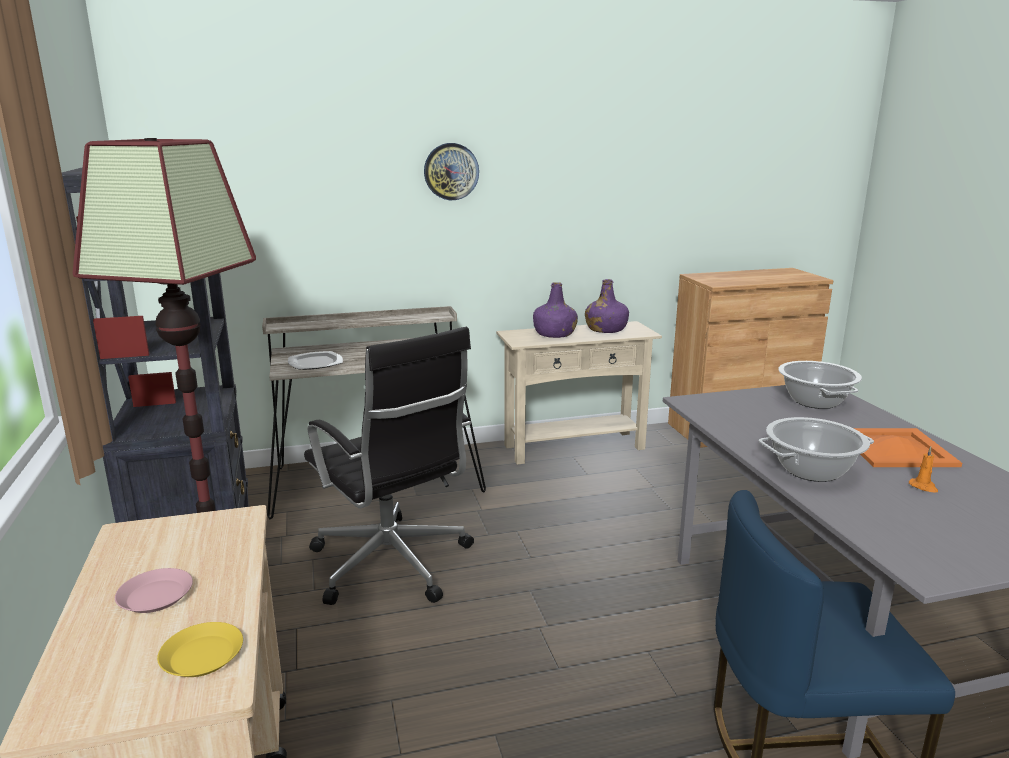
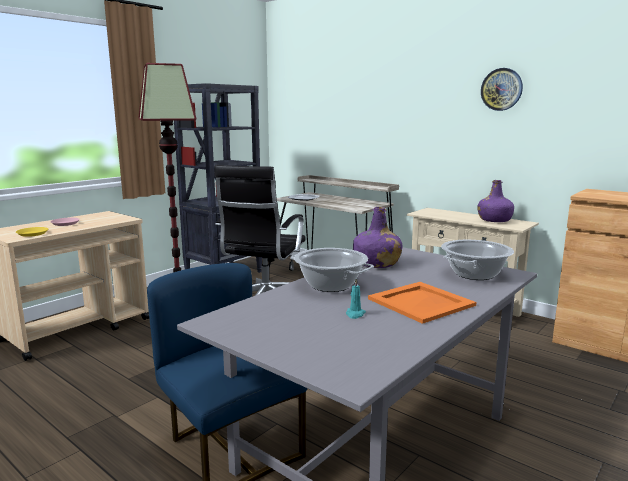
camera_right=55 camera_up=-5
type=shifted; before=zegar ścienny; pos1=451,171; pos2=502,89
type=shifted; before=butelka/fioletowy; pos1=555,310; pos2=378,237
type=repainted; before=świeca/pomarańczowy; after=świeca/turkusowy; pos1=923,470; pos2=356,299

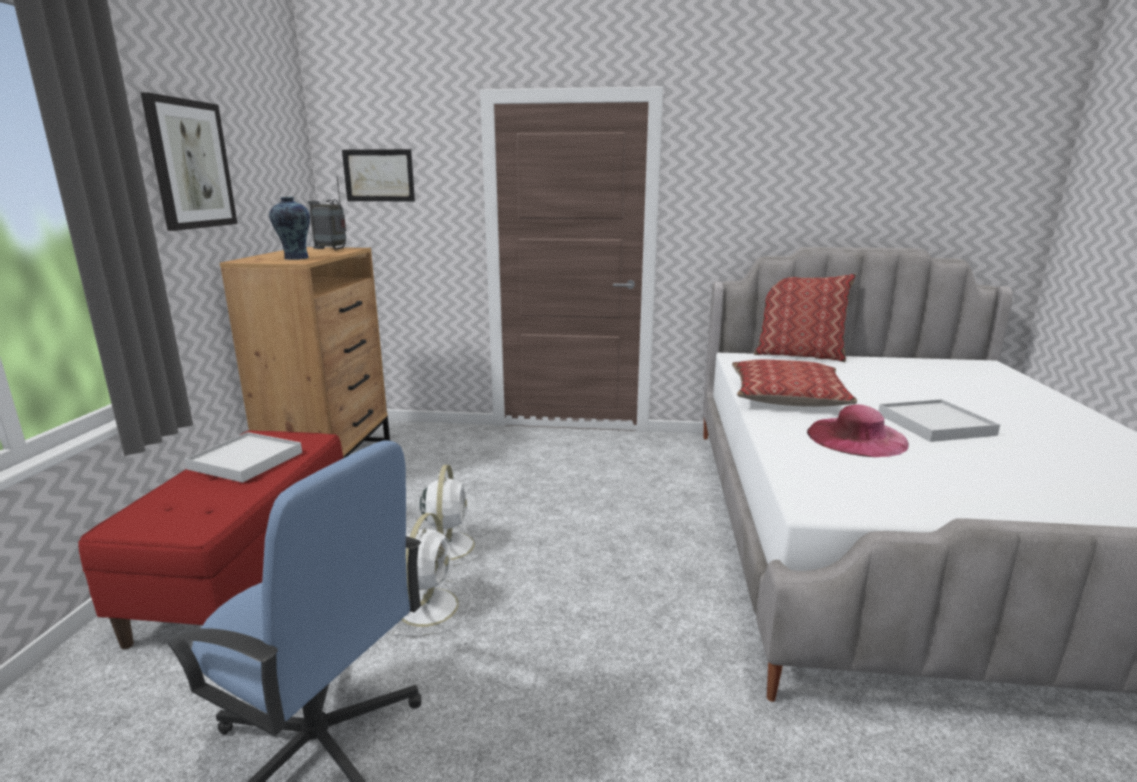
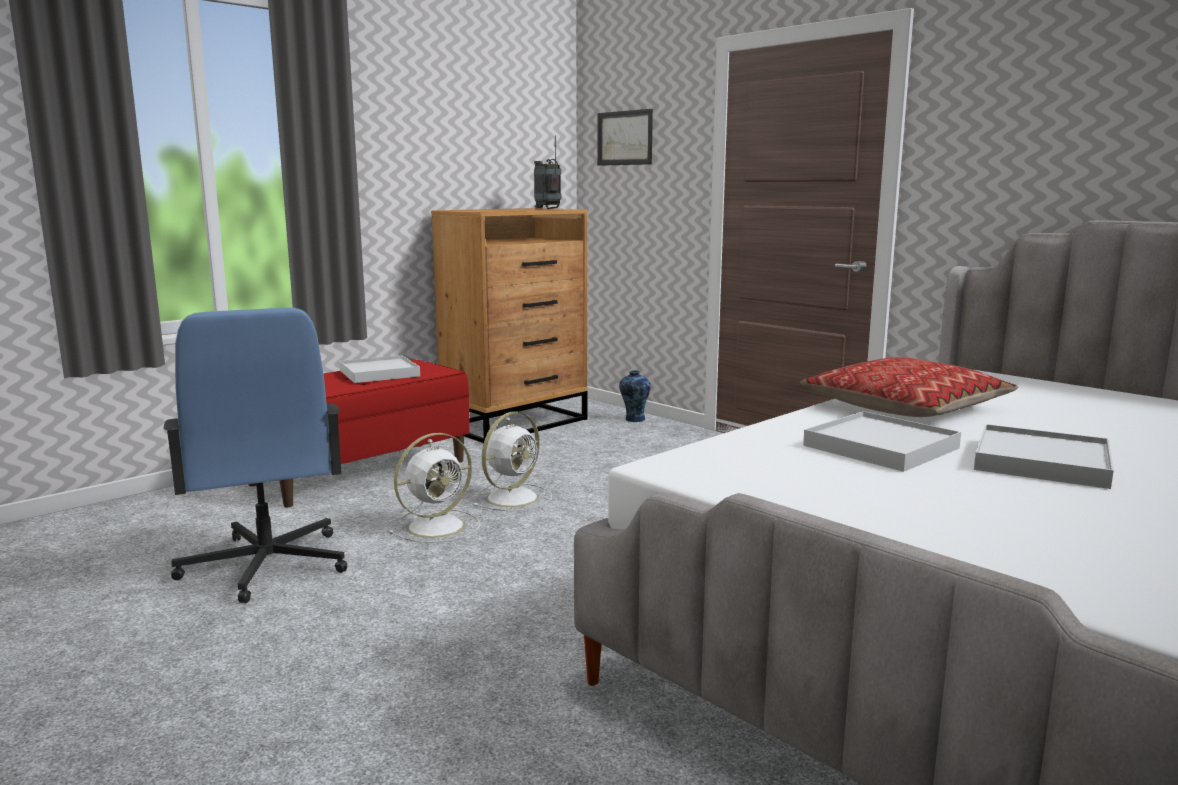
camera_right=40 camera_up=-5
type=gone; before=obraz; pos1=189,161
type=gone; before=poduszka; pos1=805,318
type=shifted; before=wazon; pos1=289,228; pos2=635,396
type=swapped; before=kapelusz/różowy; after=taca/biały; pos1=858,430; pos2=882,441

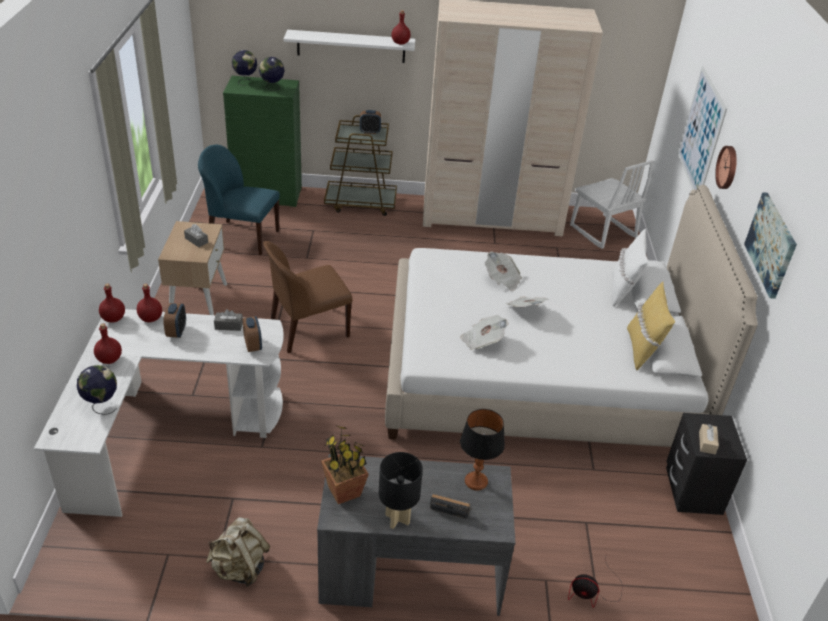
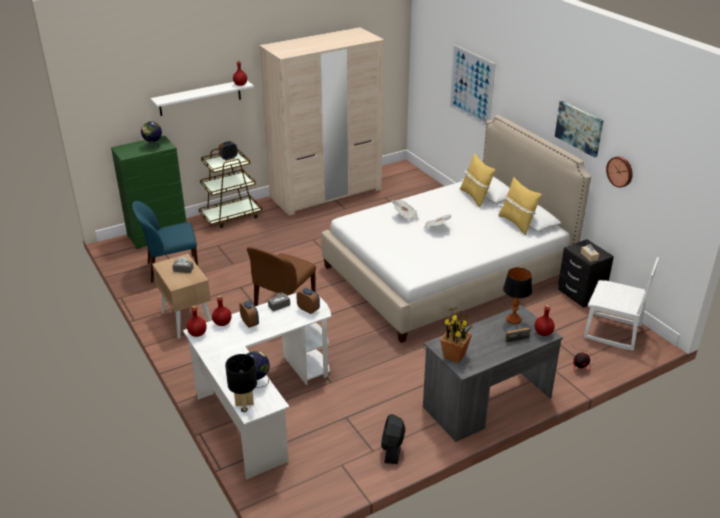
camera_right=-30 camera_up=-5
type=gone; before=globus; pos1=244,68
type=gone; before=gazeta; pos1=484,332
type=shifted; before=butelka/czerwony; pos1=108,343; pos2=545,320
type=shifted; before=lampa stołowa/czarny; pos1=401,490; pos2=241,382
type=shifted; before=krzesło/biały; pos1=612,204; pos2=621,303
type=shifted; before=zegar ścienny; pos1=726,167; pos2=619,172
type=swapped; before=plecak/beżowy; after=wentylator/czarny; pos1=238,552; pos2=393,439
type=repainted; before=poduszka/biały; after=poduszka/żółty; pos1=630,268; pos2=477,180

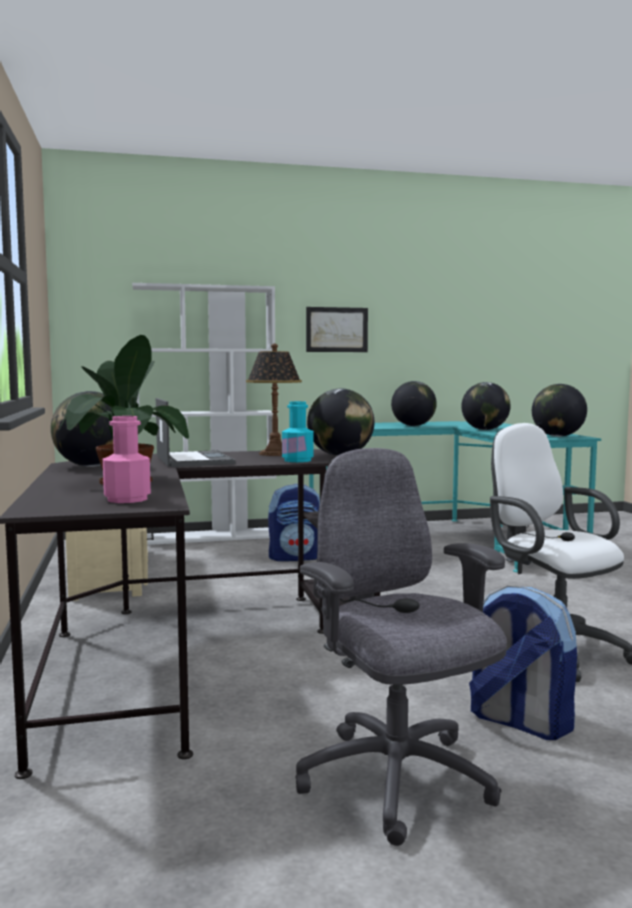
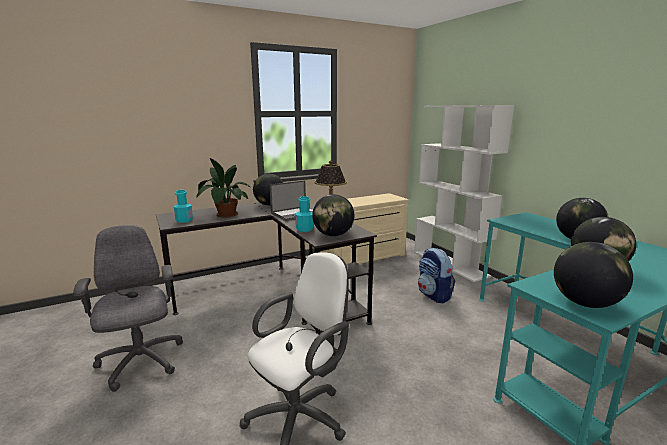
camera_right=75 camera_up=10
type=gone; before=obraz; pos1=337,329
type=gone; before=plecak; pos1=523,663
type=repainted; before=butelka/różowy; after=butelka/turkusowy; pos1=127,459; pos2=183,206
type=rotated; before=krzesło biurowe/szary; pos1=401,647; pos2=128,308; turn=-75

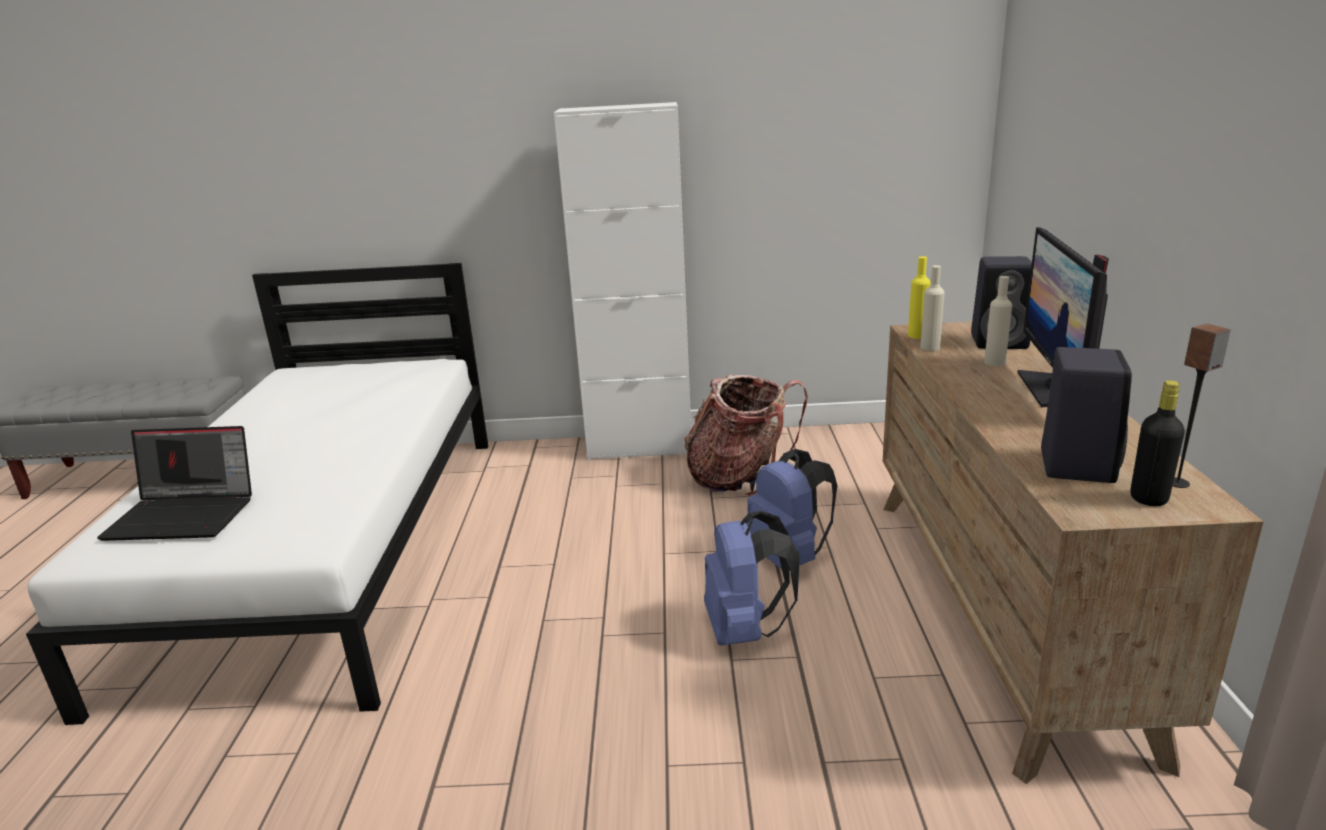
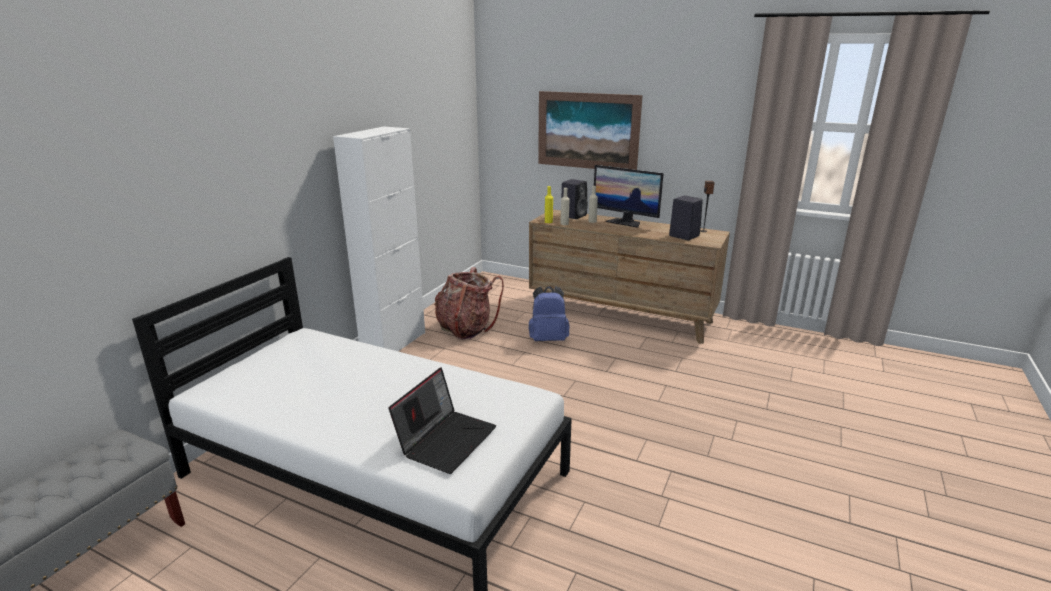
camera_right=-65 camera_up=0
type=gone; before=plecak/niebieski; pos1=752,578
type=gone; before=butelka/czarny; pos1=1157,443
type=new; after=obraz; pos2=590,130

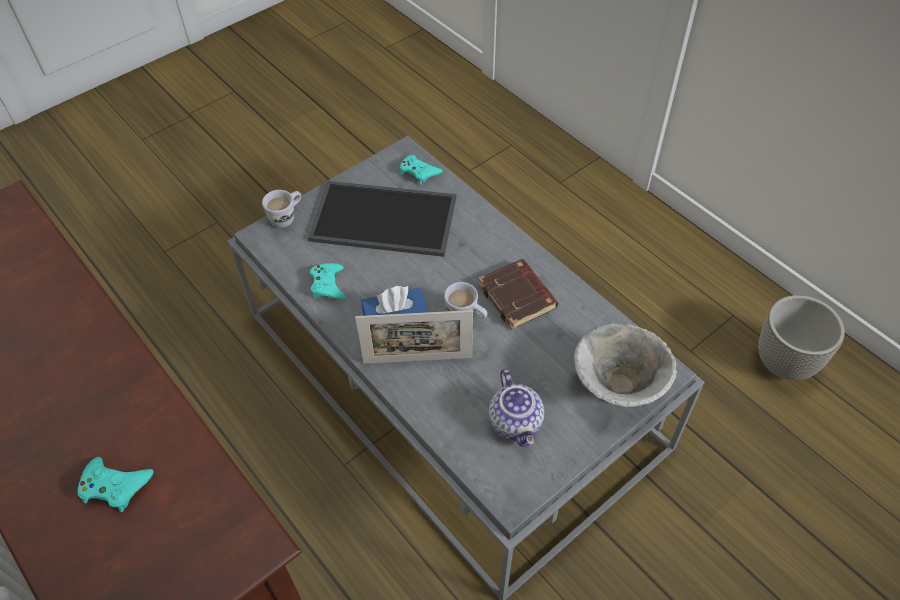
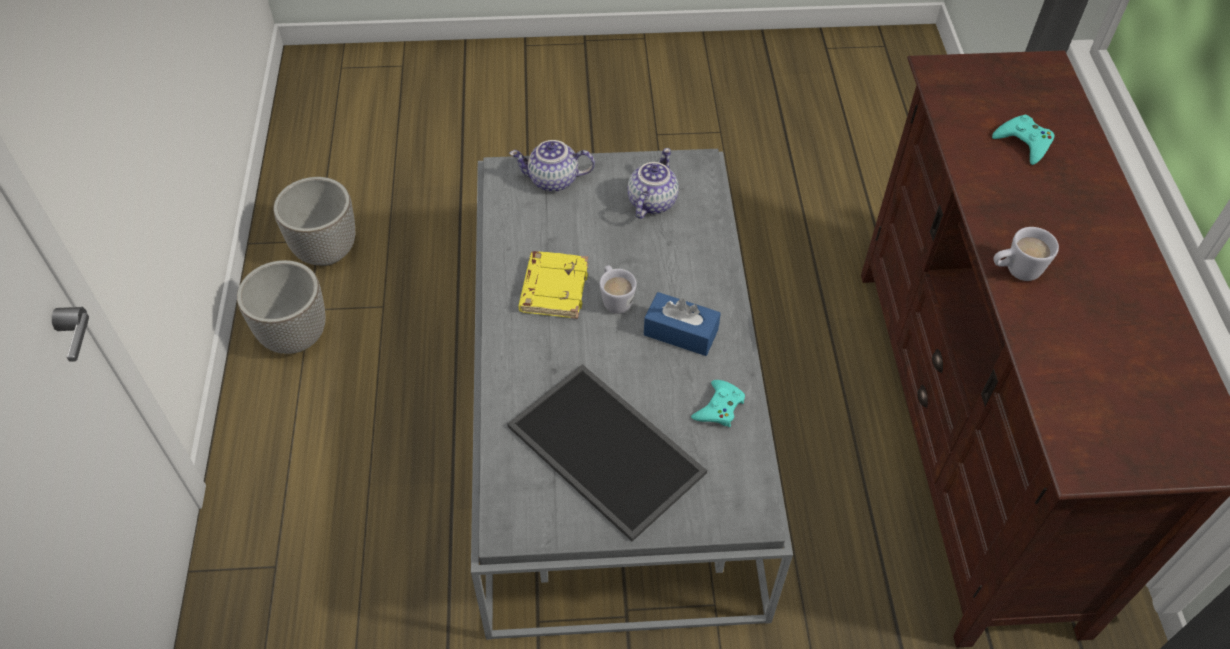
camera_right=-145 camera_up=0
type=gone; before=ramka na zdjęcie; pos1=414,337
type=gone; before=pad do gier/turkusowy; pos1=421,170
type=new; after=donica; pos2=281,307
type=shifted; before=kubek/biały; pos1=281,209; pos2=1026,254
type=swapped; before=miska; after=imbryk; pos1=625,365; pos2=552,166
type=repainted; before=książka/brązowy; after=książka/żółty; pos1=518,294; pos2=553,285

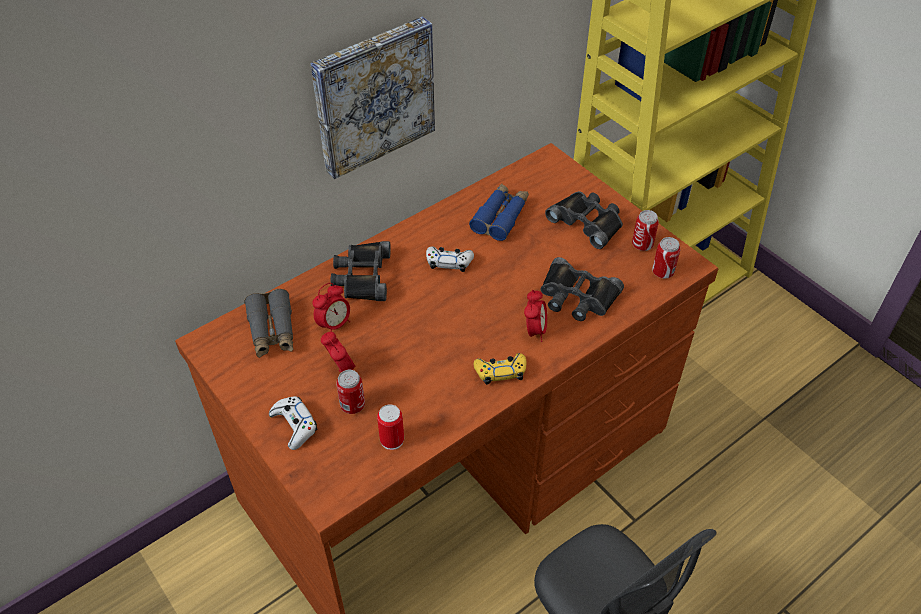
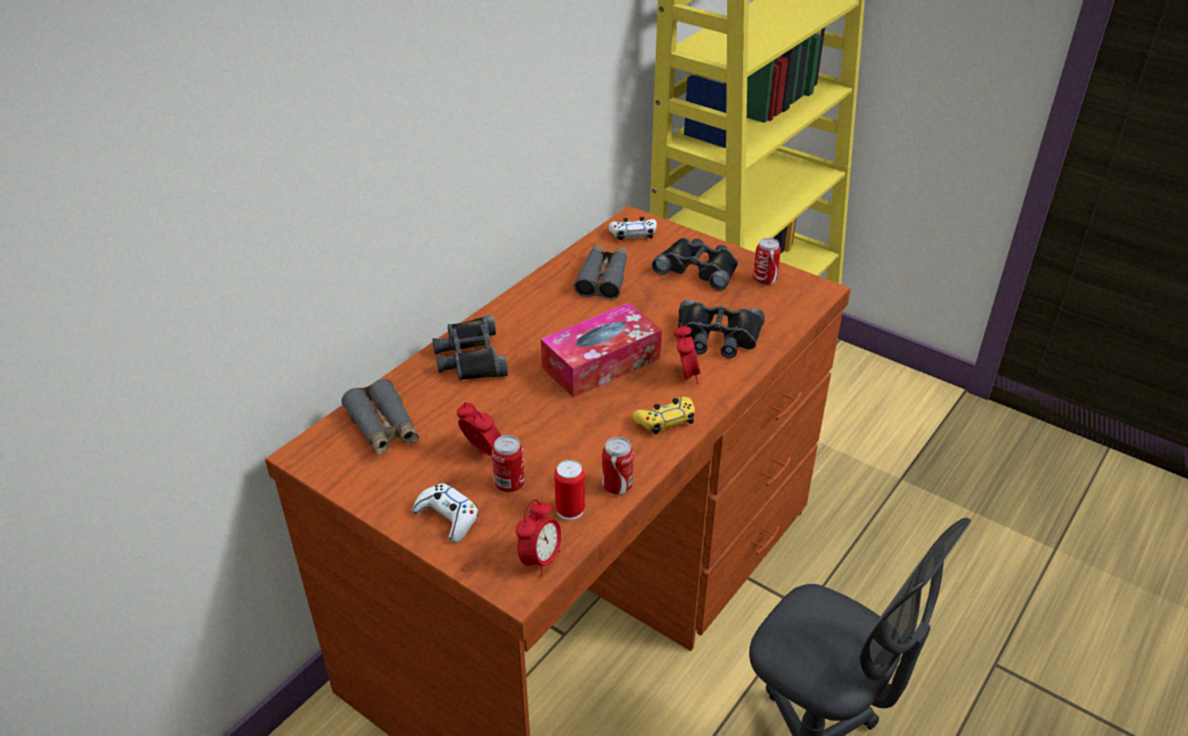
camera_right=-15 camera_up=-10
type=gone; before=obraz; pos1=372,98
type=new; after=pudełko chusteczek; pos2=601,350
type=shifted; before=budzik; pos1=331,307; pos2=538,537
type=shifted; before=pad do gier/biały; pos1=450,259; pos2=633,228
type=shifted; before=puszka; pos1=666,257; pos2=618,465
type=repainted; before=lornetka/niebieski; after=lornetka/szary; pos1=499,212; pos2=600,272

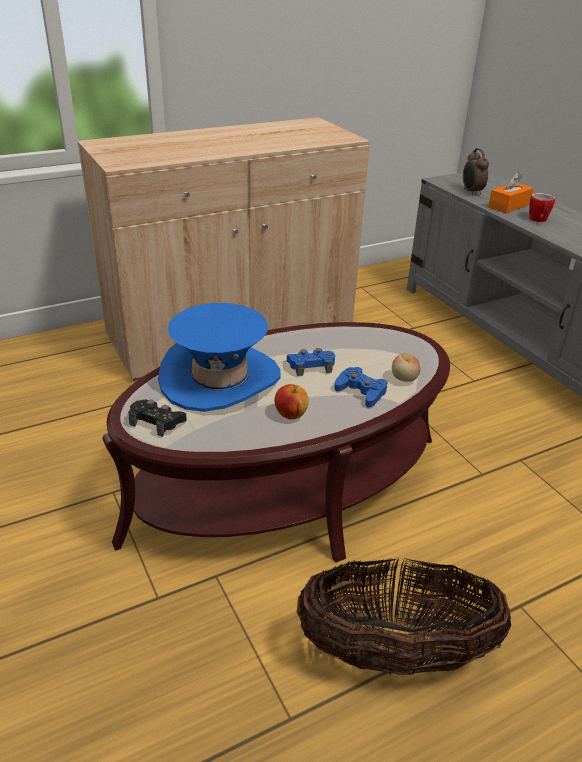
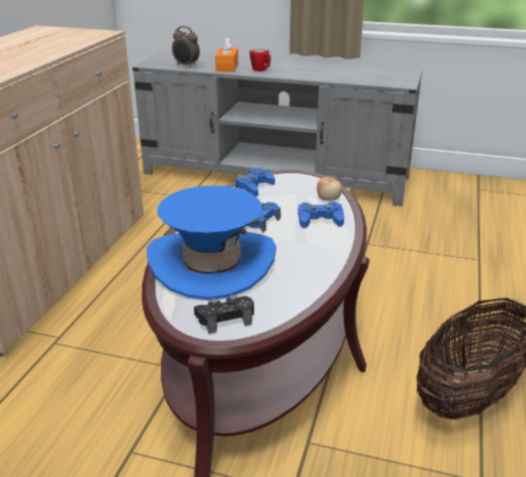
camera_right=-45 camera_up=-5
type=gone; before=jabłko; pos1=292,401
type=new; after=pad do gier/niebieski; pos2=255,182

